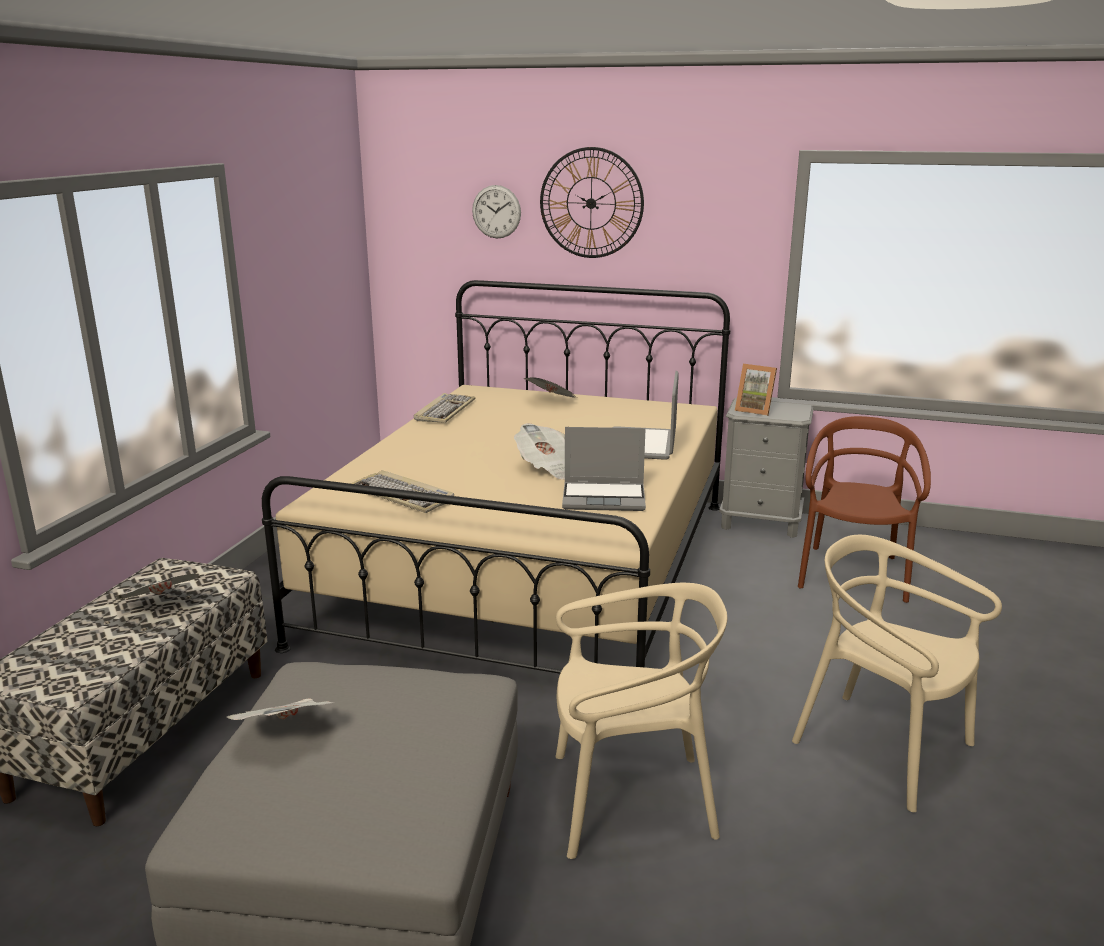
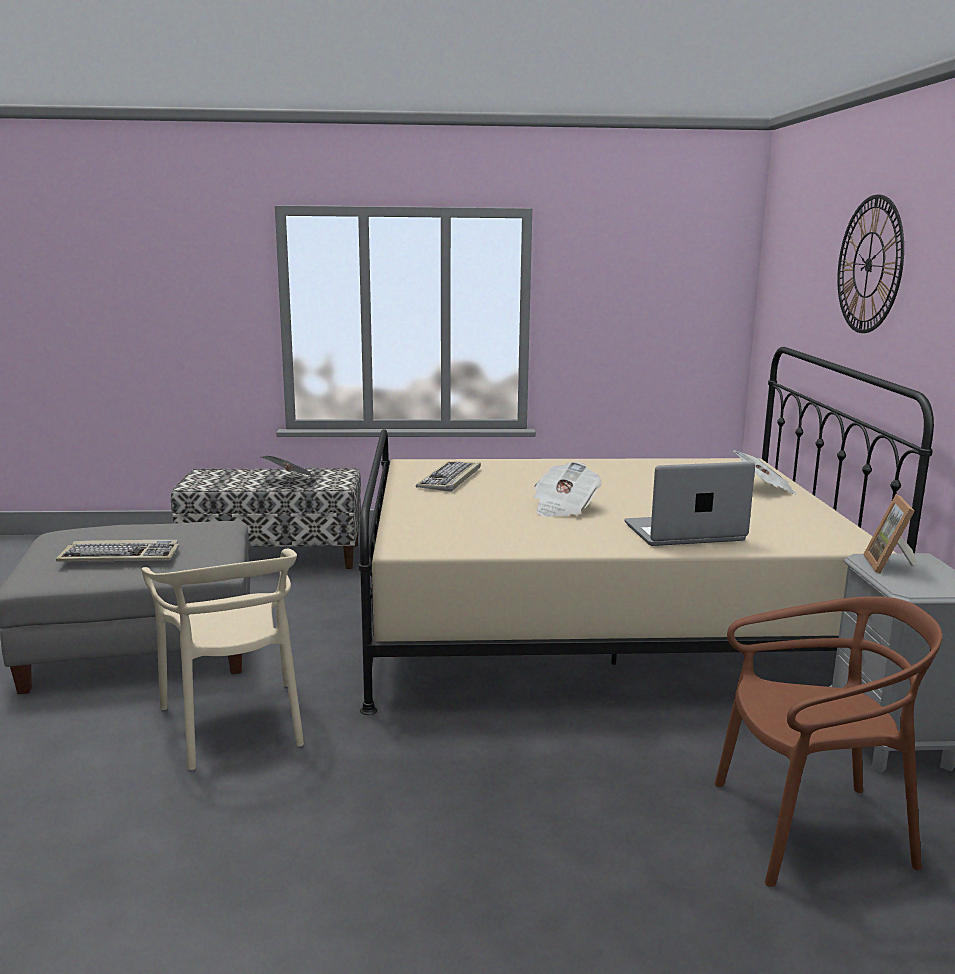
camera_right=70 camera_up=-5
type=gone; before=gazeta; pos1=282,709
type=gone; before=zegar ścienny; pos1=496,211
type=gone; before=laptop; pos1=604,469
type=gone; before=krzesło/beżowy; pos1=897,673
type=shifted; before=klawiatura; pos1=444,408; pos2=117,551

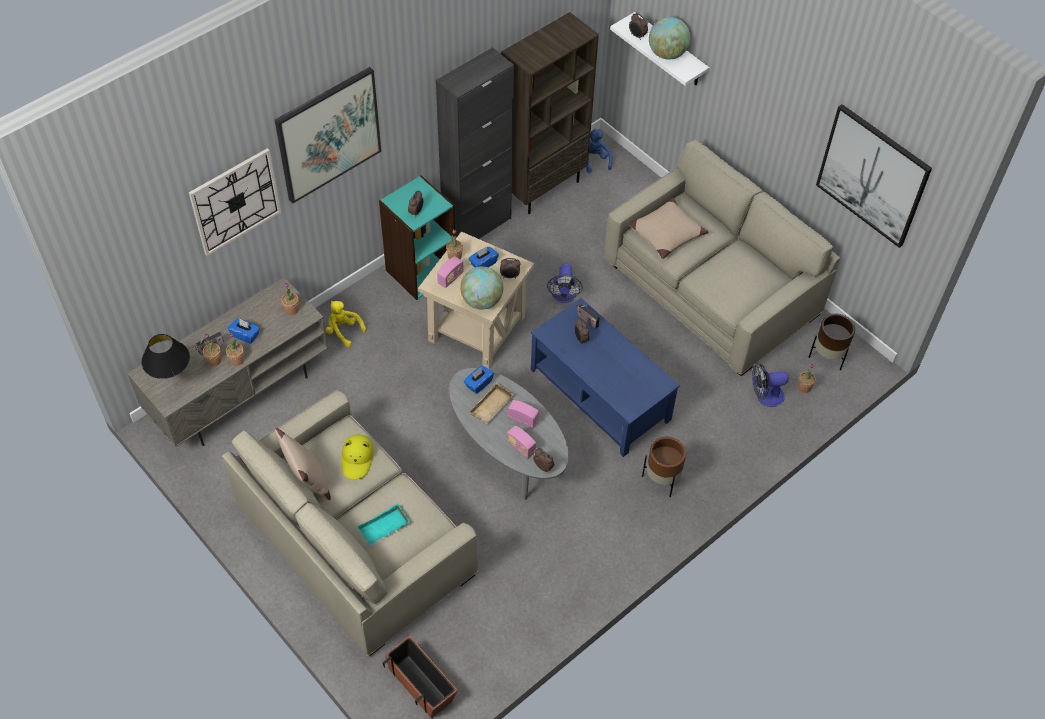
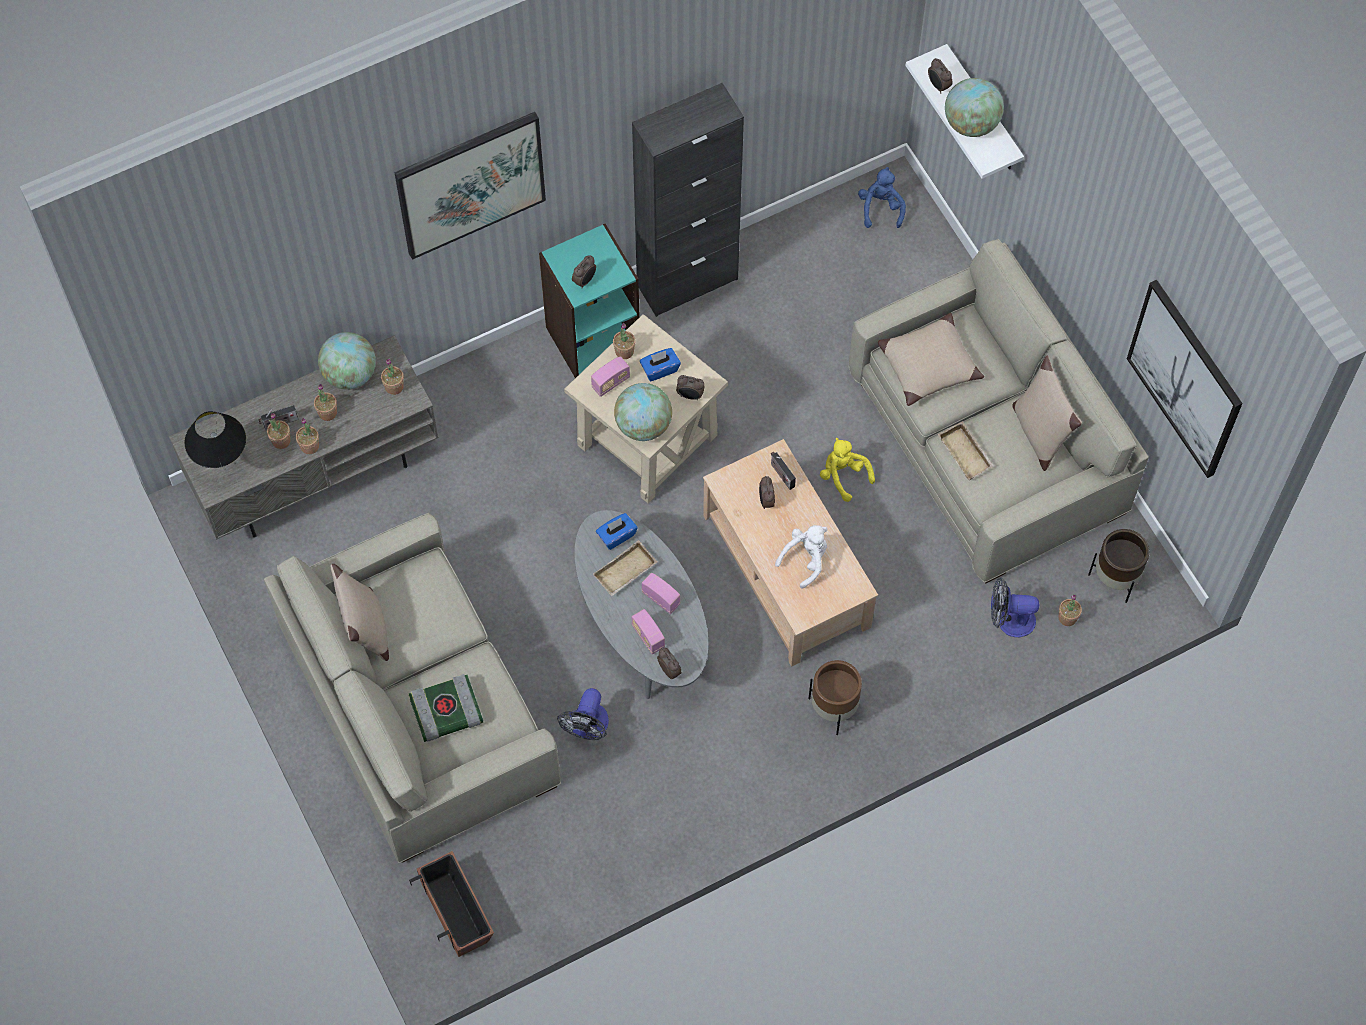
camera_right=15 camera_up=10
type=gone; before=zegar ścienny; pos1=235,202
type=gone; before=kapelusz/żółty; pos1=358,457
type=gone; before=regał/brązowy; pos1=550,113
type=new; after=globus; pos2=347,361
type=new; after=pluszak/biały; pos2=801,556
type=new; after=taca/beżowy; pos2=966,450
type=new; after=poduszka/beżowy; pos2=1047,413
type=shifted; before=pluszak/żółty; pos1=345,324; pos2=847,470
type=shifted; before=wentylator; pos1=565,283; pos2=583,714
type=swapped; before=pudełko chusteczek/niebieski; after=roślina doniczkowa; pos1=244,331; pos2=325,402
type=swapped; before=taca/turkusowy; after=książka; pos1=384,524; pos2=446,708
type=repainted; before=ława/niebieski; after=ława/beżowy; pos1=605,377; pos2=790,553

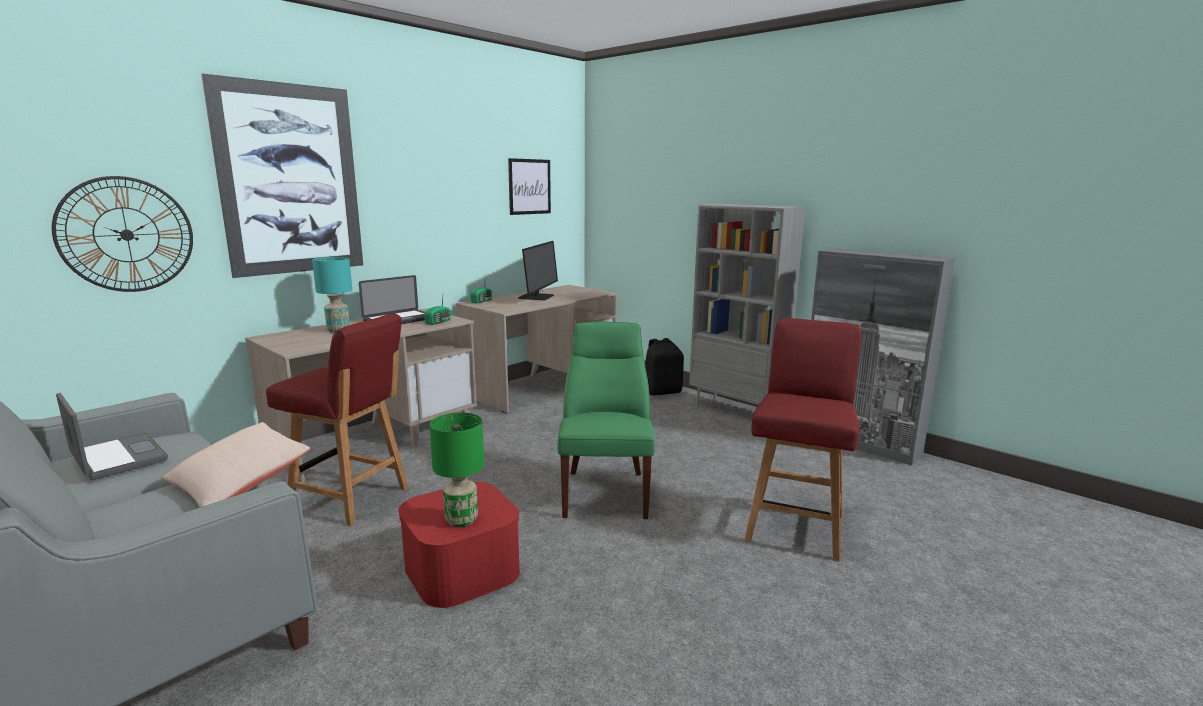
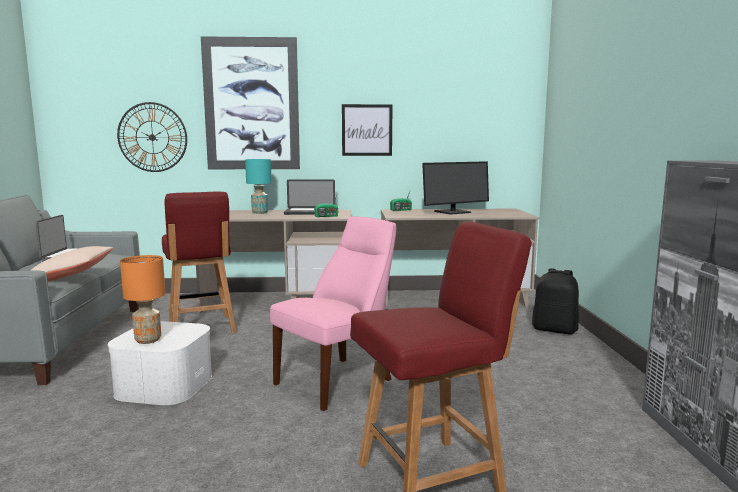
camera_right=45 camera_up=-5
type=gone; before=regał/szary; pos1=747,305
type=shifted; before=obraz; pos1=529,186; pos2=367,130
type=repainted; before=pojemnik do przechowywania/czerwony; after=pojemnik do przechowywania/biały; pos1=459,545; pos2=160,363
type=repainted; before=lampa stołowa/zielony; after=lampa stołowa/pomarańczowy; pos1=456,469; pos2=143,299
type=repainted; before=krzesło/zielony; after=krzesło/różowy; pos1=606,420; pos2=333,314

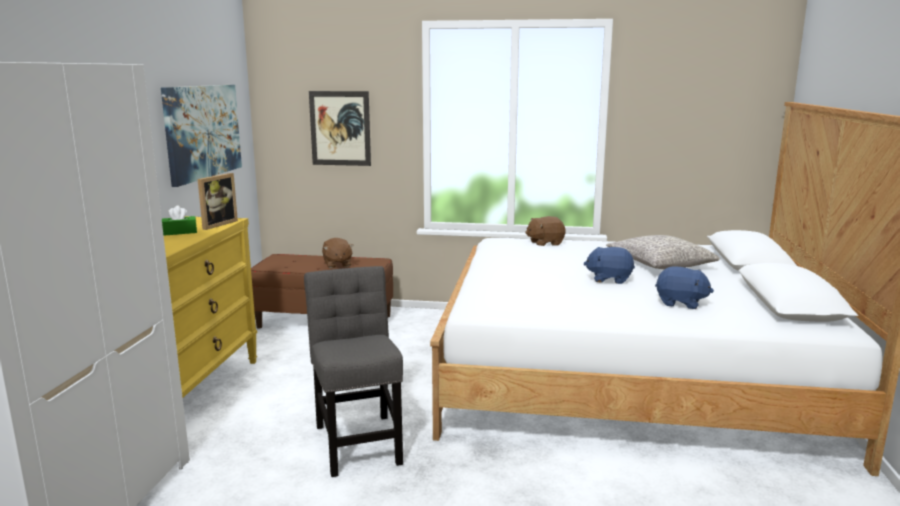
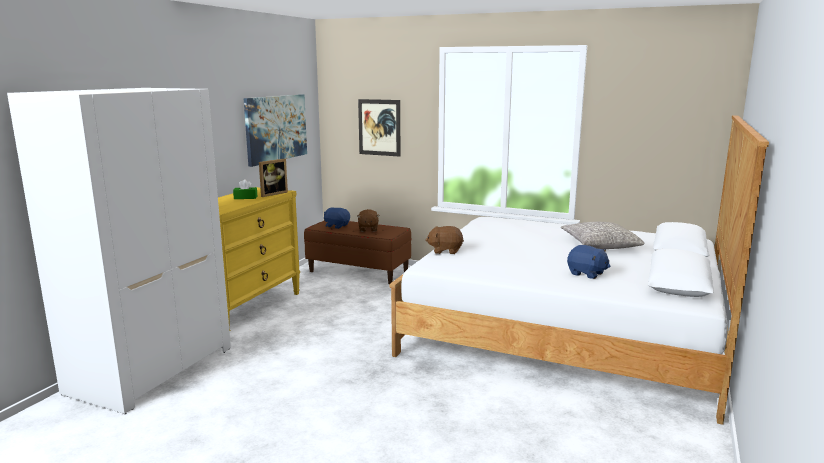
camera_right=15 camera_up=0
type=gone; before=krzesło/szary; pos1=353,371
type=shifted; before=pluszak/brązowy; pos1=545,231; pos2=444,240
type=shifted; before=pluszak/niebieski; pos1=609,265; pos2=337,218

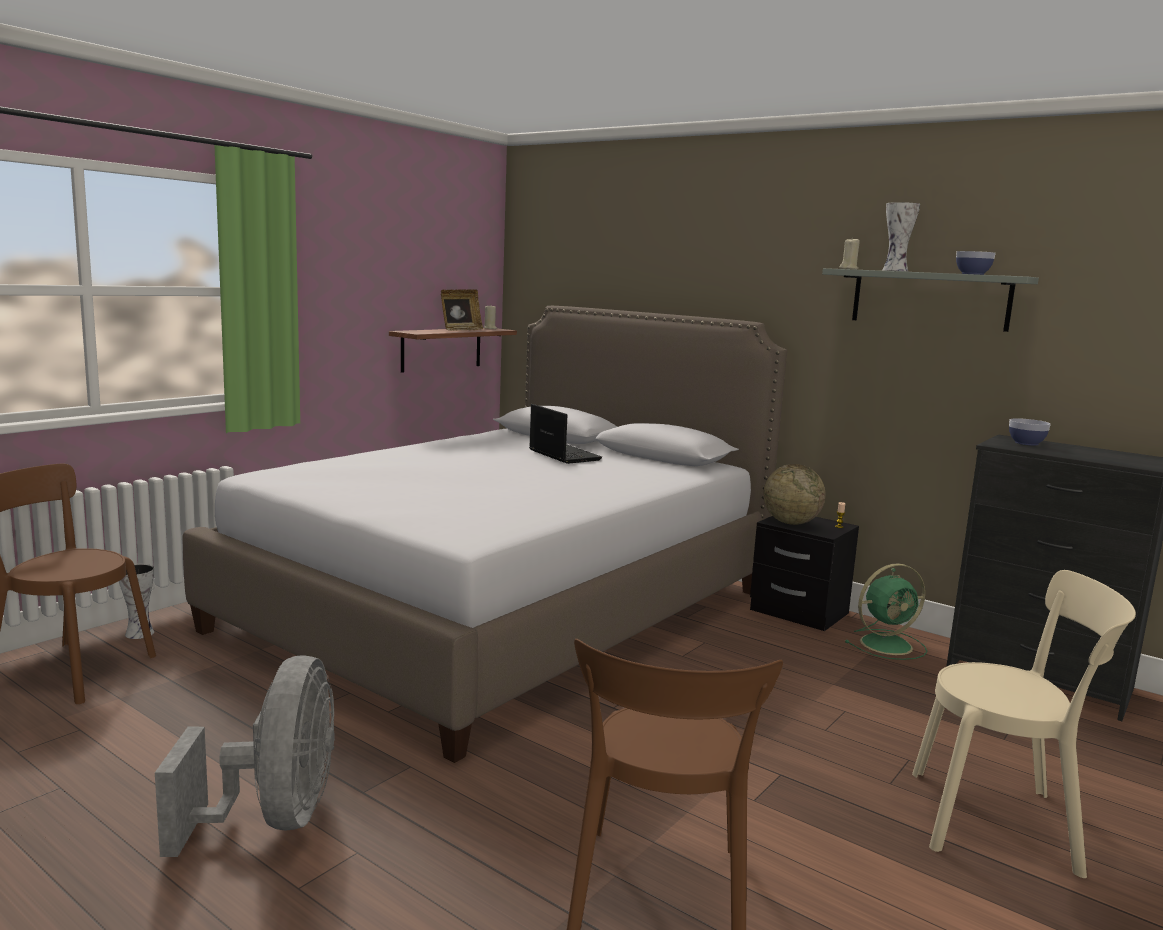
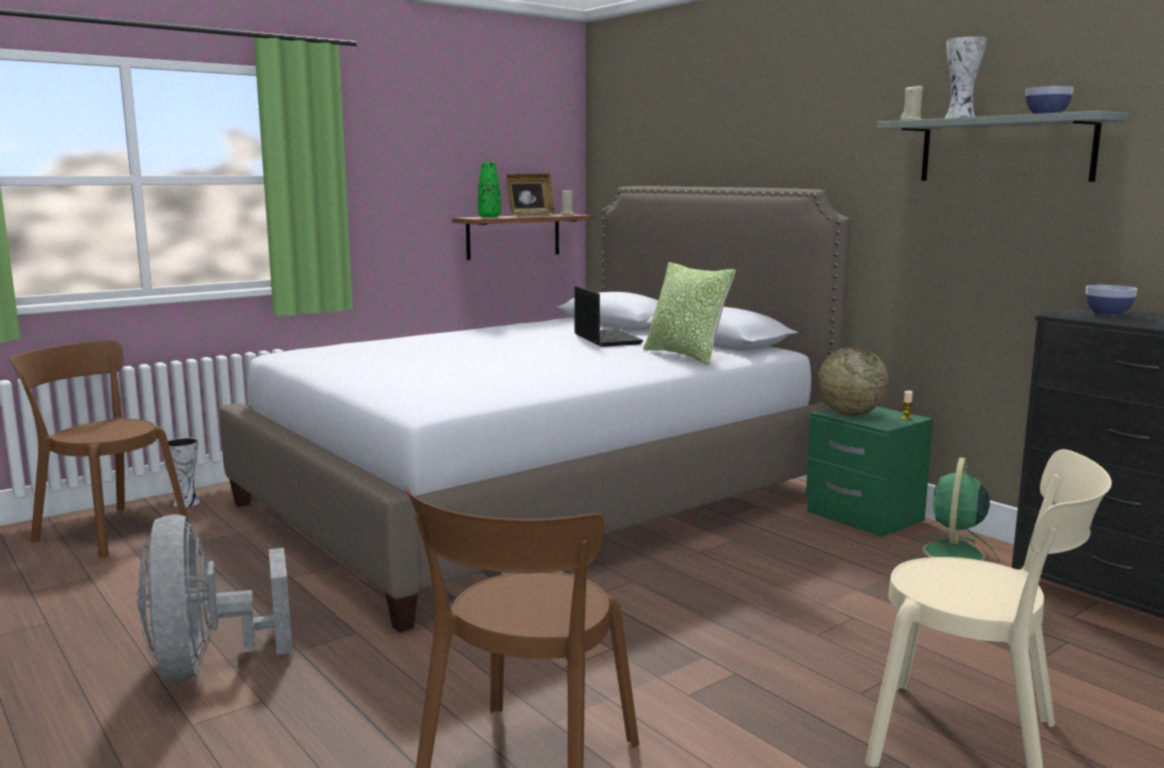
camera_right=15 camera_up=0
type=new; after=wazon/zielony; pos2=489,190
type=new; after=poduszka; pos2=689,313
type=repainted; before=szafka nocna/czarny; after=szafka nocna/zielony; pos1=804,573; pos2=869,472
type=rotated; before=wentylator/szary; pos1=245,756; pos2=215,598; turn=150
type=rotated; before=wentylator/zielony; pos1=885,611; pos2=954,510; turn=120

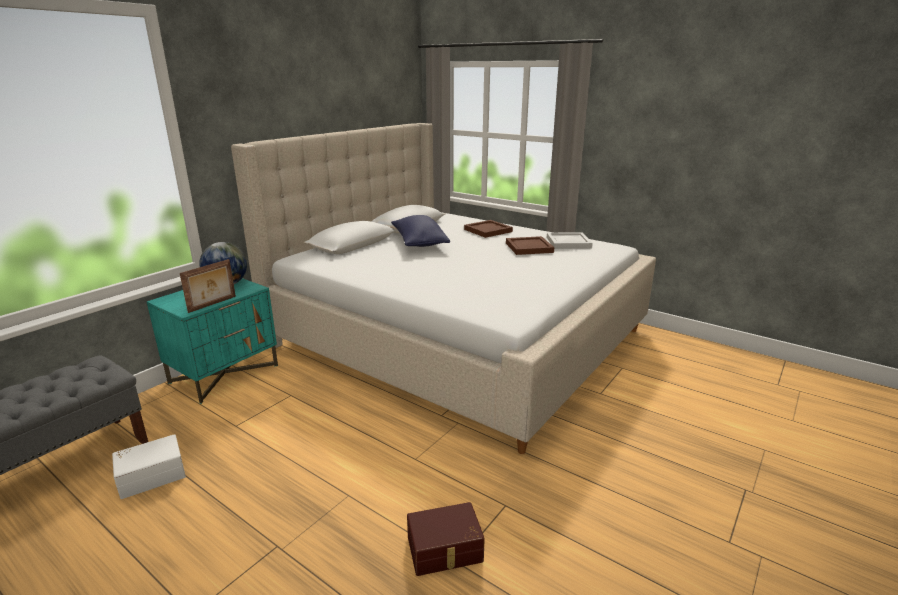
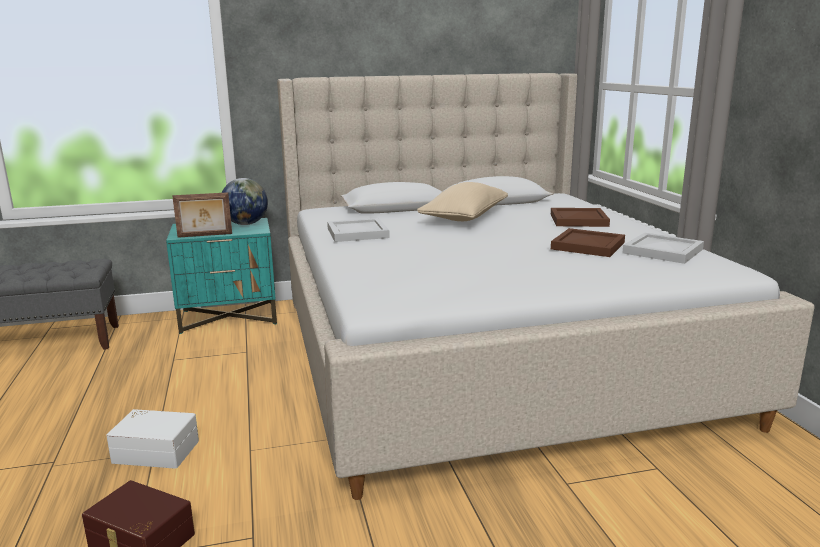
camera_right=40 camera_up=-5
type=new; after=taca/biały; pos2=358,230
type=shifted; before=pojemnik do przechowywania/biały; pos1=149,466; pos2=152,439
type=repainted; before=poduszka/niebieski; after=poduszka/beżowy; pos1=420,231; pos2=462,201

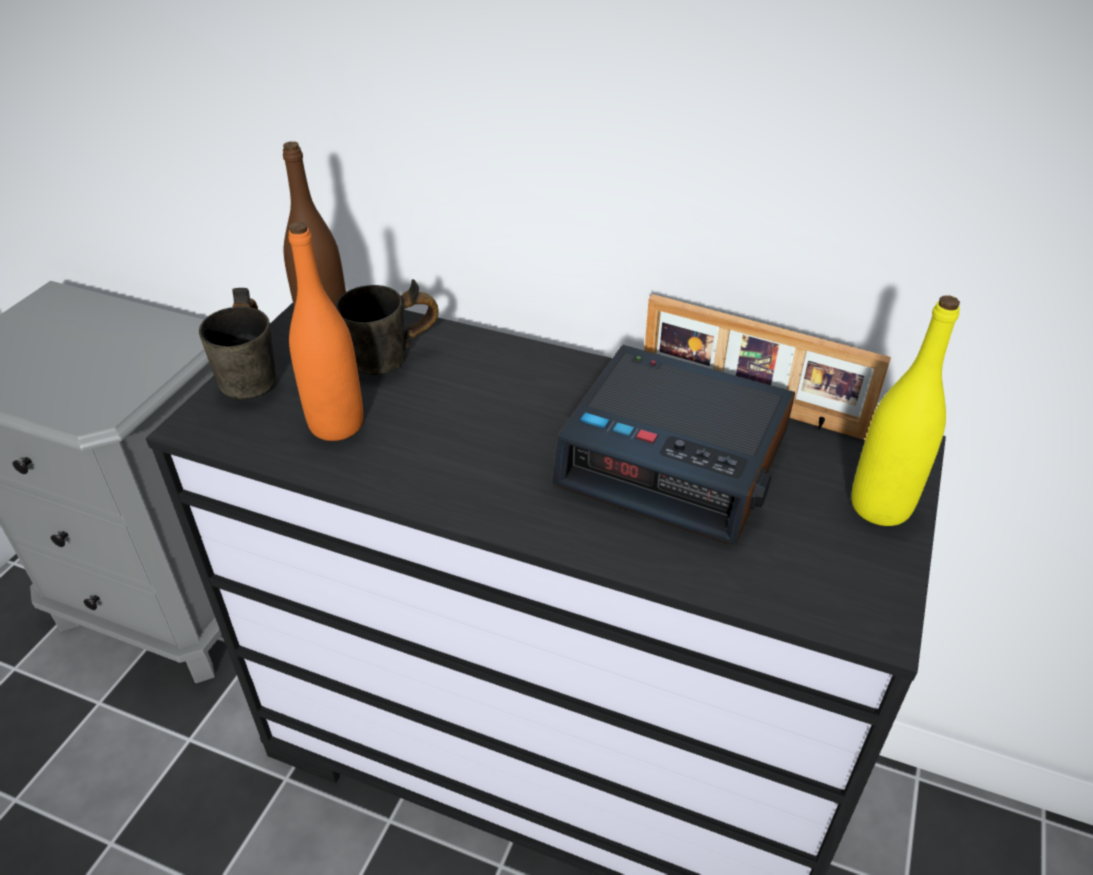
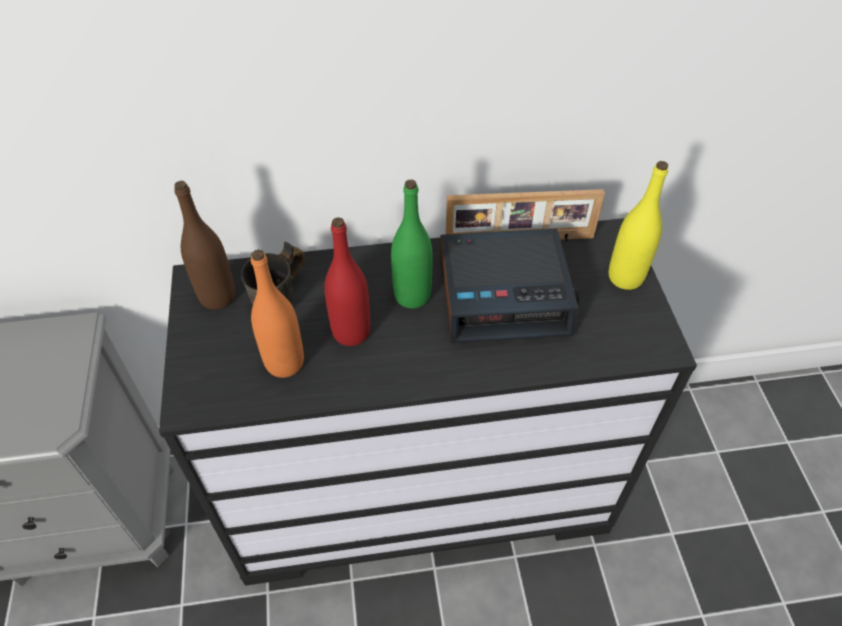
camera_right=-30 camera_up=10
type=gone; before=kubek/szary; pos1=238,343
type=new; after=butelka/czerwony; pos2=347,281
type=new; after=butelka/zielony; pos2=412,243

